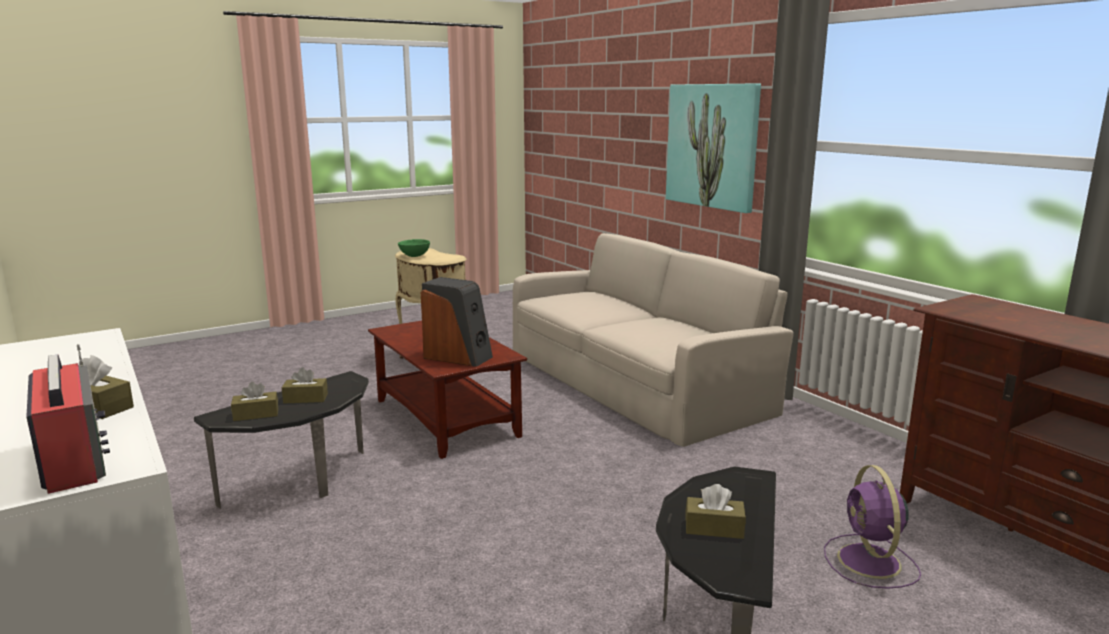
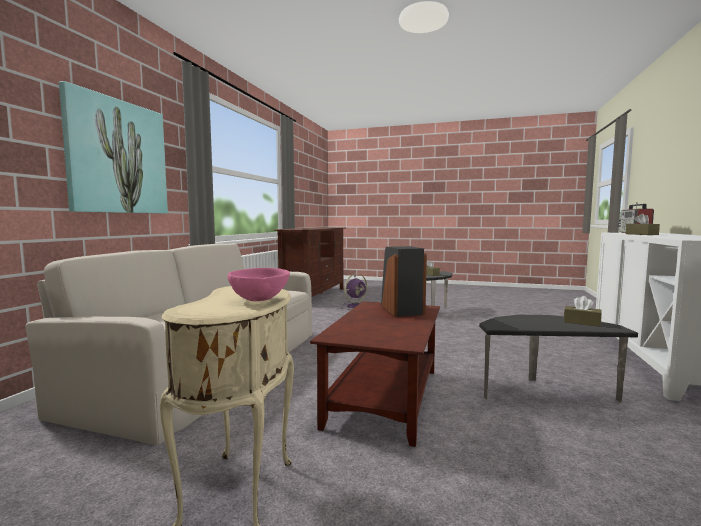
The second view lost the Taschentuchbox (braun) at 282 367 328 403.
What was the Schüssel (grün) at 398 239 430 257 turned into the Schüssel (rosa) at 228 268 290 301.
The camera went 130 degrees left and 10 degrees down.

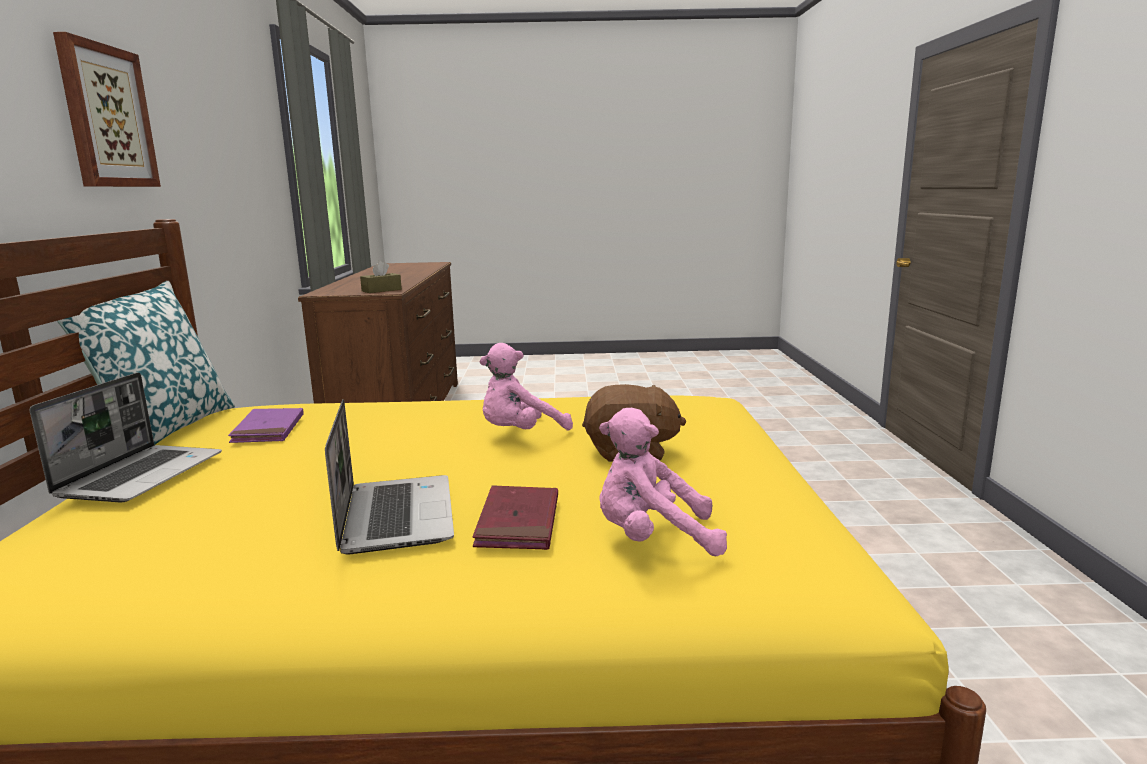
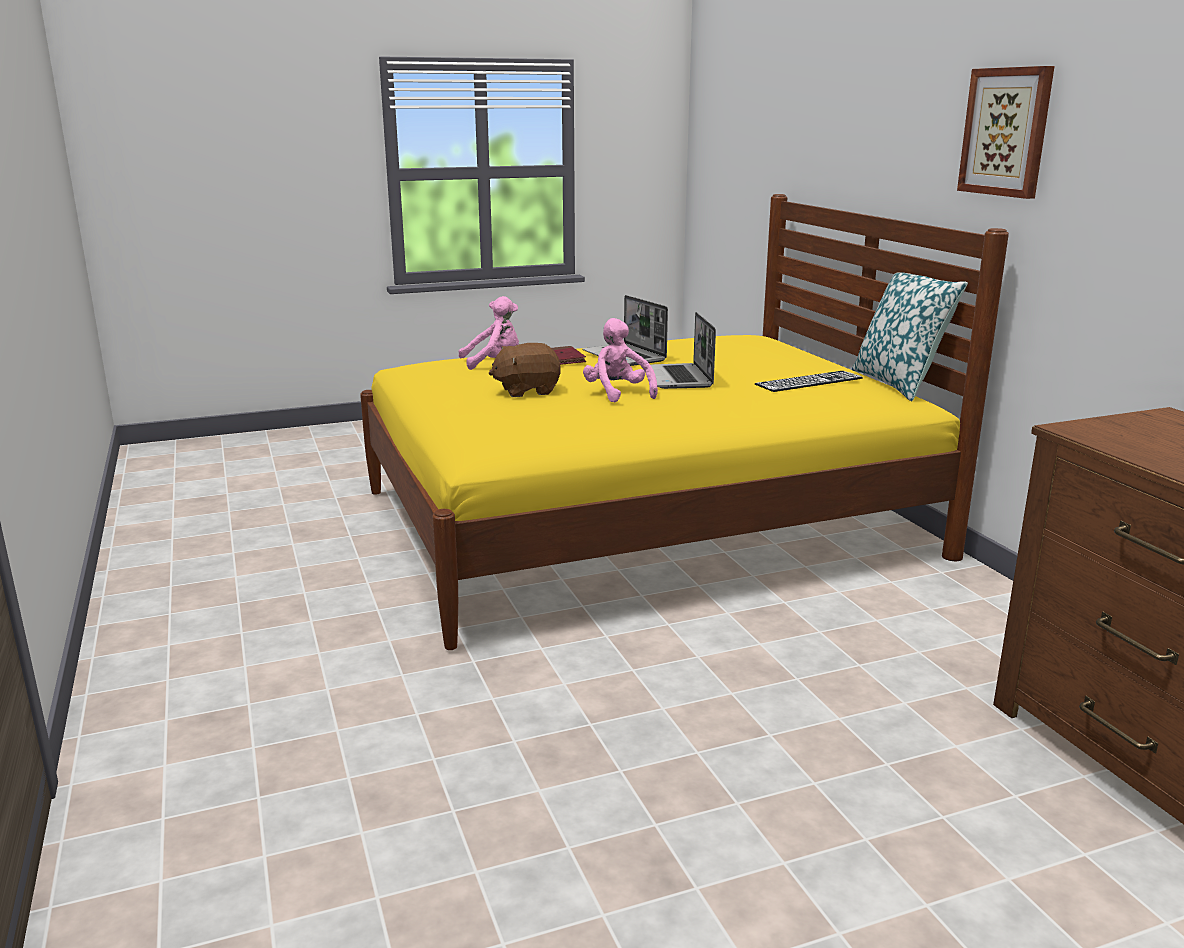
The second view lost the Taschentuchbox (braun) at 360 261 402 293.
The Laptop ended up elsewhere, having gone from 30 372 222 503 to 641 312 716 389.
Where the Buch (lila) stood at 228 408 304 443, the Tastatur came to stand at 755 371 863 392.
The Plüschtier (rosa) at 480 343 573 431 ended up facing another way, 60 degrees counterclockwise from before.
The camera went 160 degrees right and 5 degrees up.

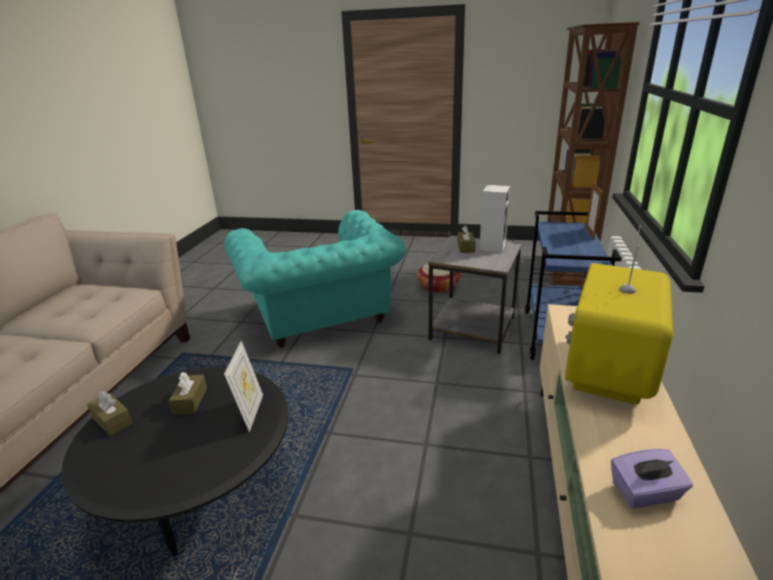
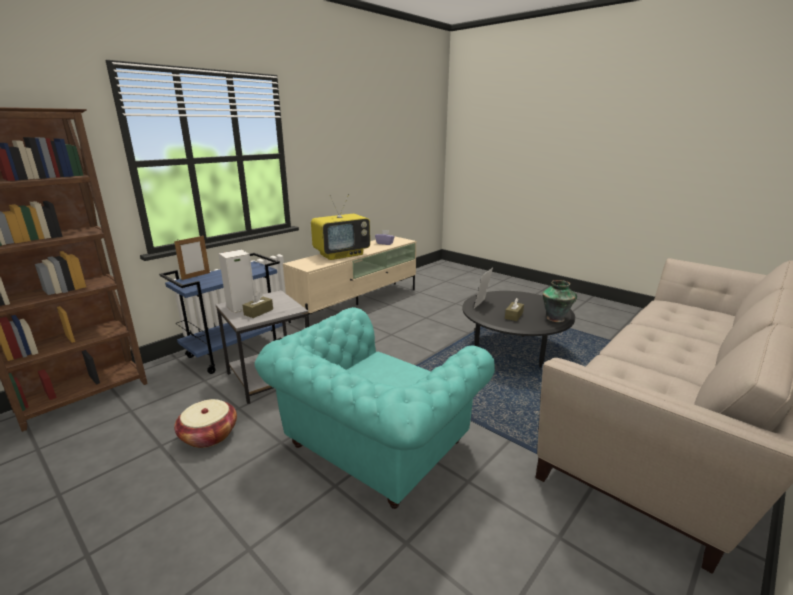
Where the Taschentuchbox (braun) stood at 87 391 133 436, the Vase came to stand at 543 280 577 322.
The Sessel (türkis) at 224 210 406 347 ended up facing another way, 150 degrees counterclockwise from before.
The camera went 150 degrees left and 5 degrees down.

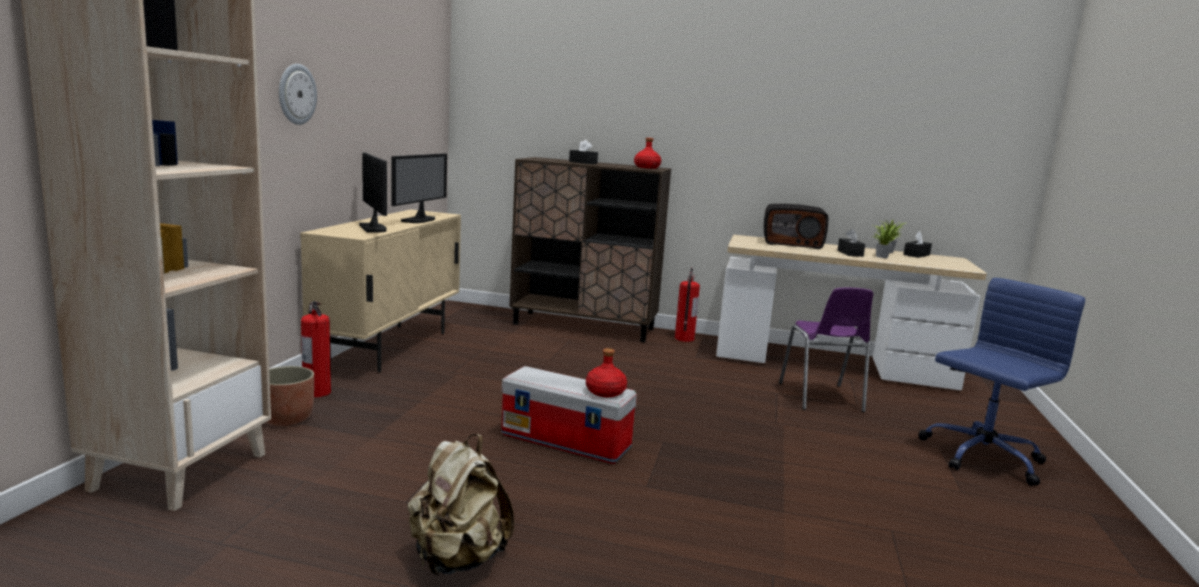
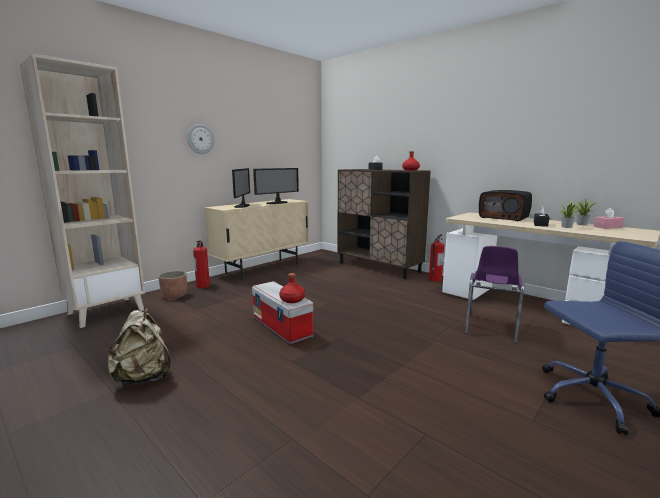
What was the Taschentuchbox (schwarz) at 903 231 932 258 turned into the Taschentuchbox (rosa) at 594 208 624 229.
The camera went 30 degrees right and 0 degrees up.

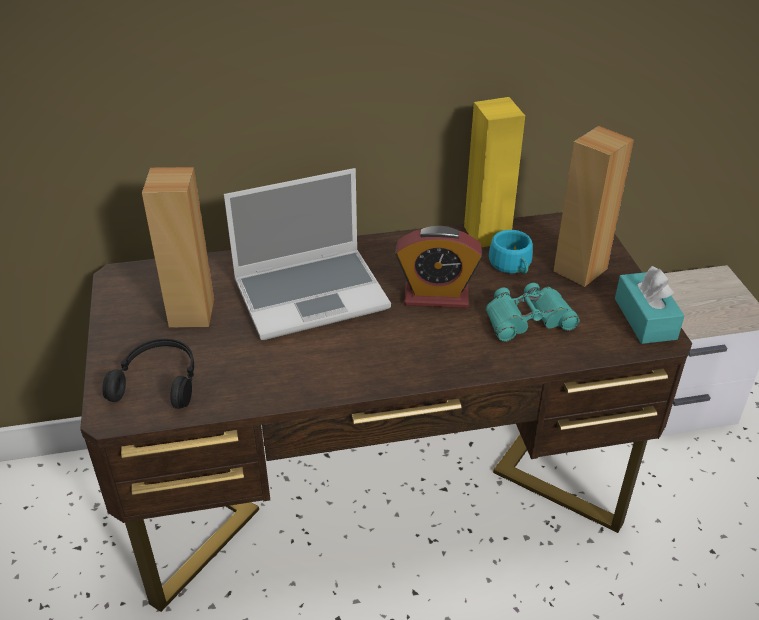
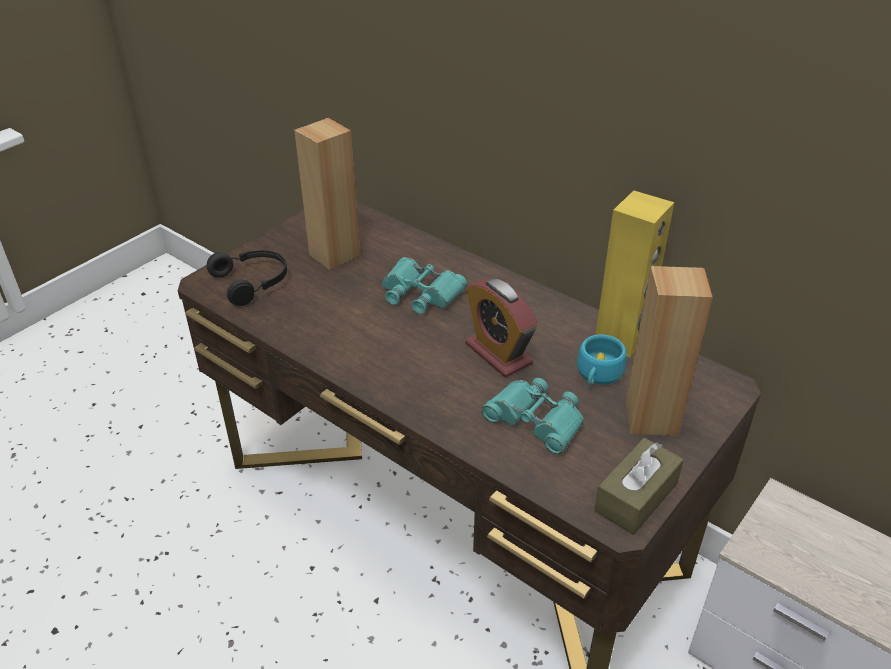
Where the Laptop stood at 224 168 391 340, the Fernglas (türkis) came to stand at 382 257 467 314.
What was the Taschentuchbox (türkis) at 615 266 685 344 turned into the Taschentuchbox (braun) at 594 438 684 535.
The camera went 50 degrees right and 0 degrees up.

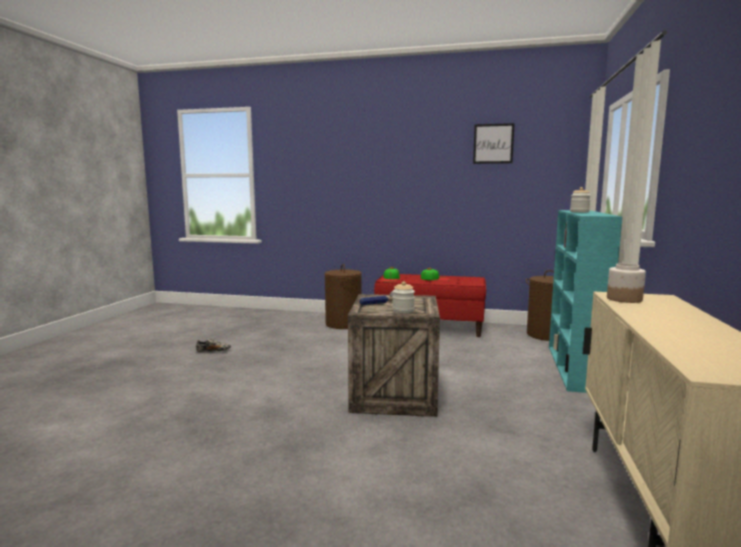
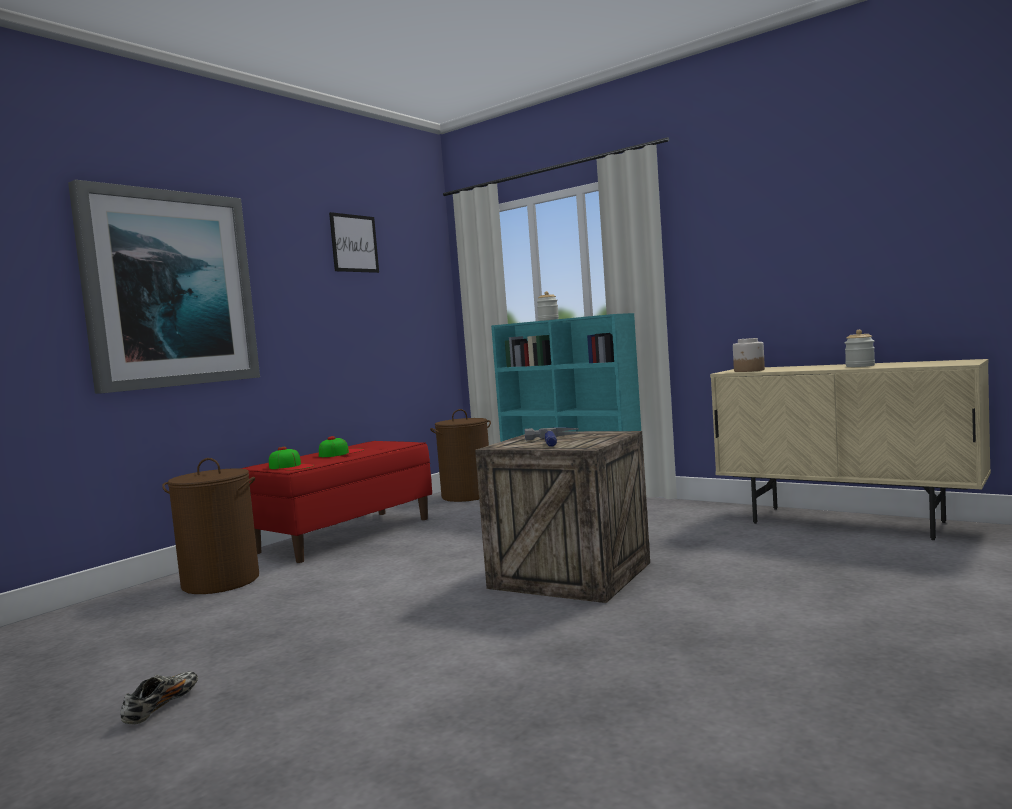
The second view gained the Bild at 68 180 260 394.
The Vorratsglas ended up elsewhere, having gone from 392 281 415 313 to 845 330 875 367.
The camera went 65 degrees left and 5 degrees down.

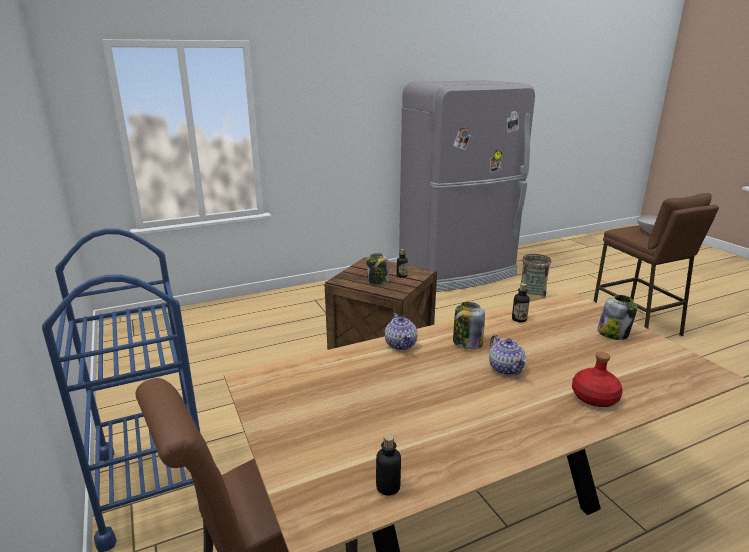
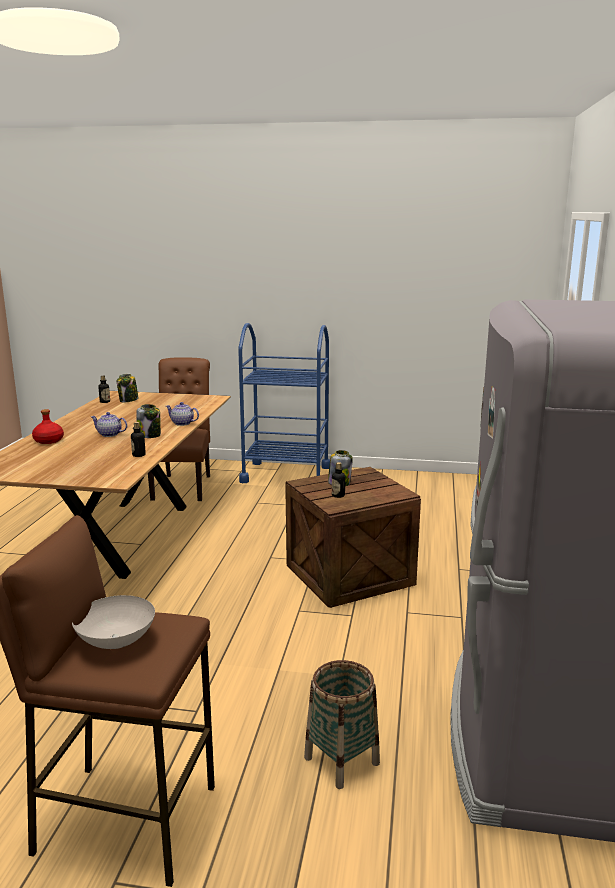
The Vorratsglas ended up elsewhere, having gone from 597 295 638 340 to 117 374 139 403.
The camera went 125 degrees right and 5 degrees down.

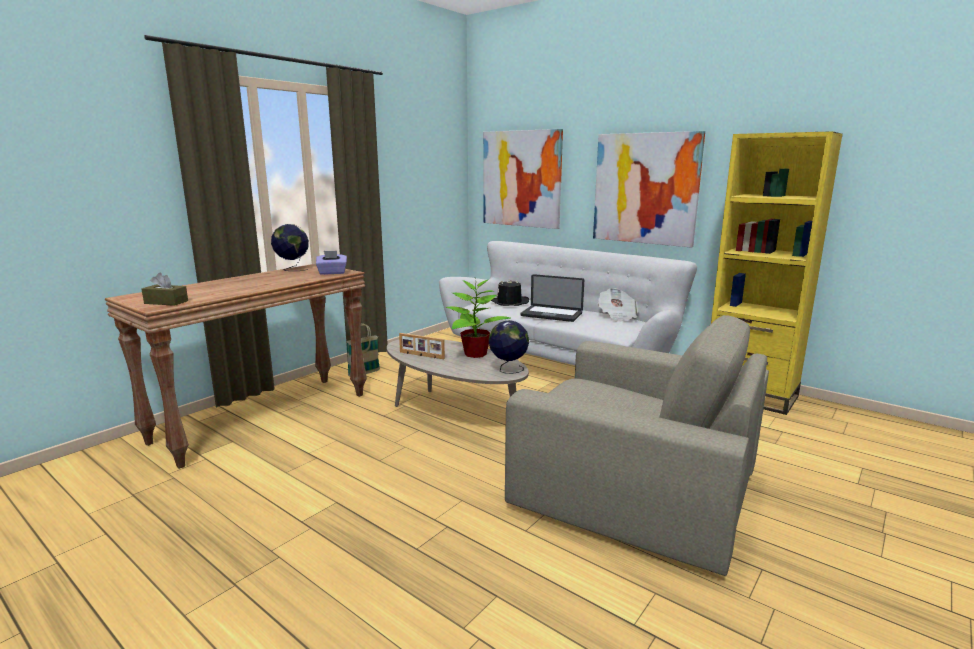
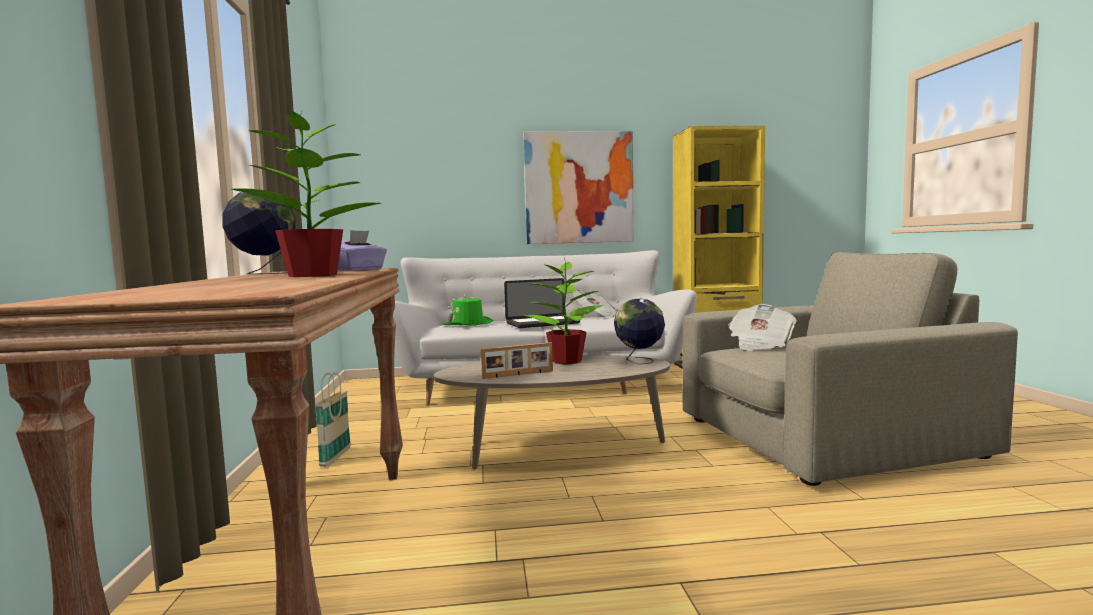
The second view lost the Taschentuchbox (braun) at 142 273 188 306.
The second view lost the Bild at 483 129 563 229.
The second view gained the Topfpflanze at 232 111 381 277.
The second view gained the Zeitung at 728 304 797 351.
What was the Hut (schwarz) at 491 279 529 306 turned into the Hut (grün) at 442 295 494 326.
The camera went 45 degrees left and 10 degrees down.

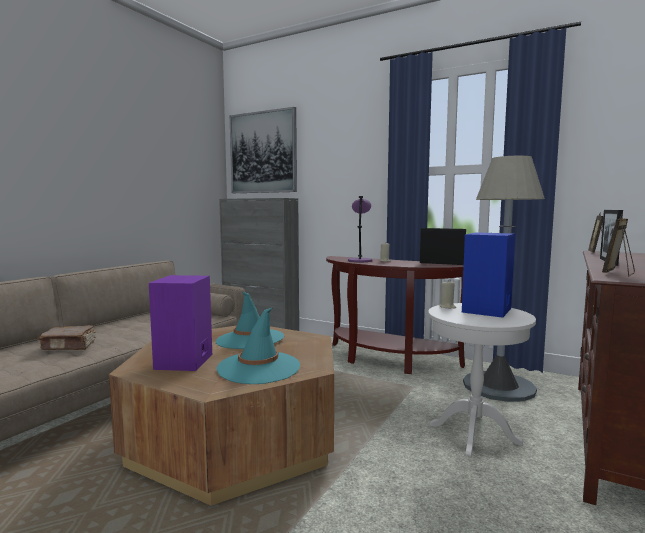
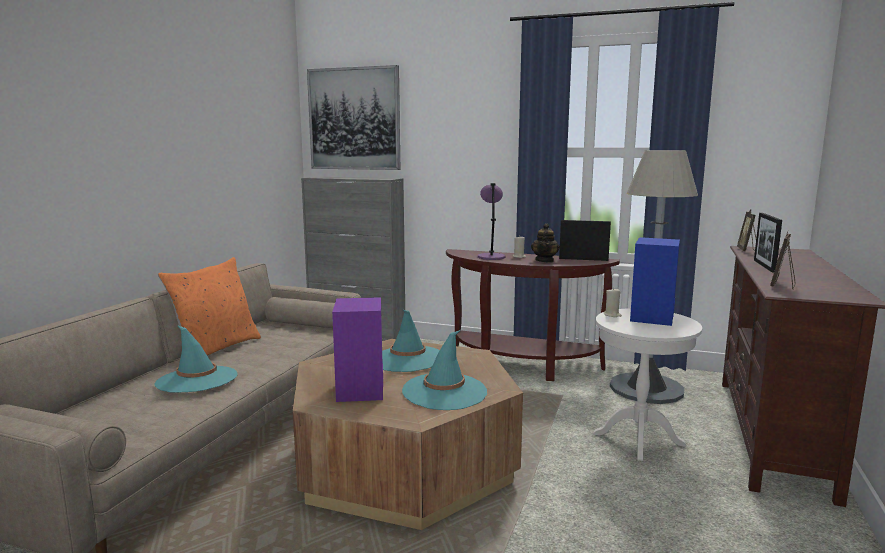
The second view gained the Kissen (orange) at 158 257 261 355.
The second view gained the Teekanne at 531 223 560 262.
Where the Buch (braun) stood at 38 325 96 350, the Hut (türkis) came to stand at 155 325 238 393.
The camera went 10 degrees left and 5 degrees up.

